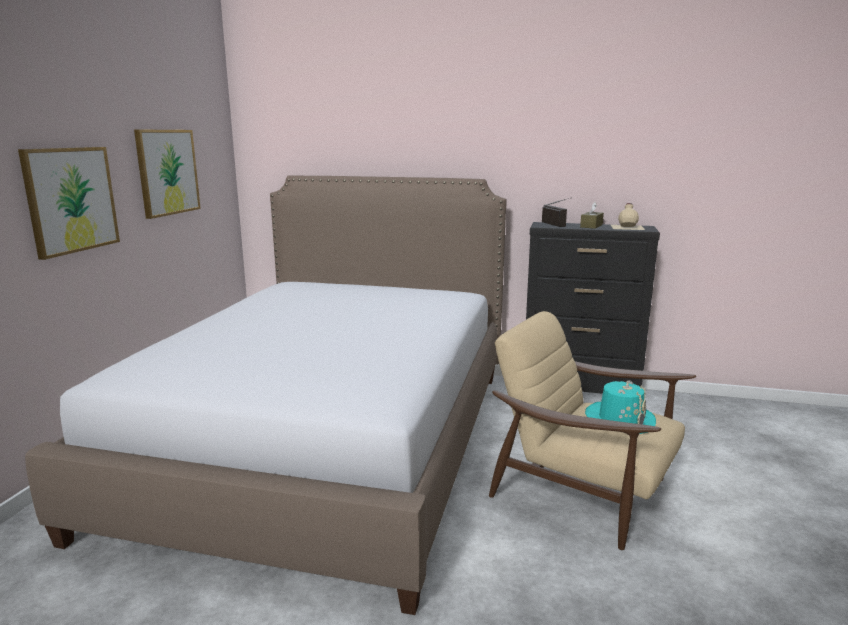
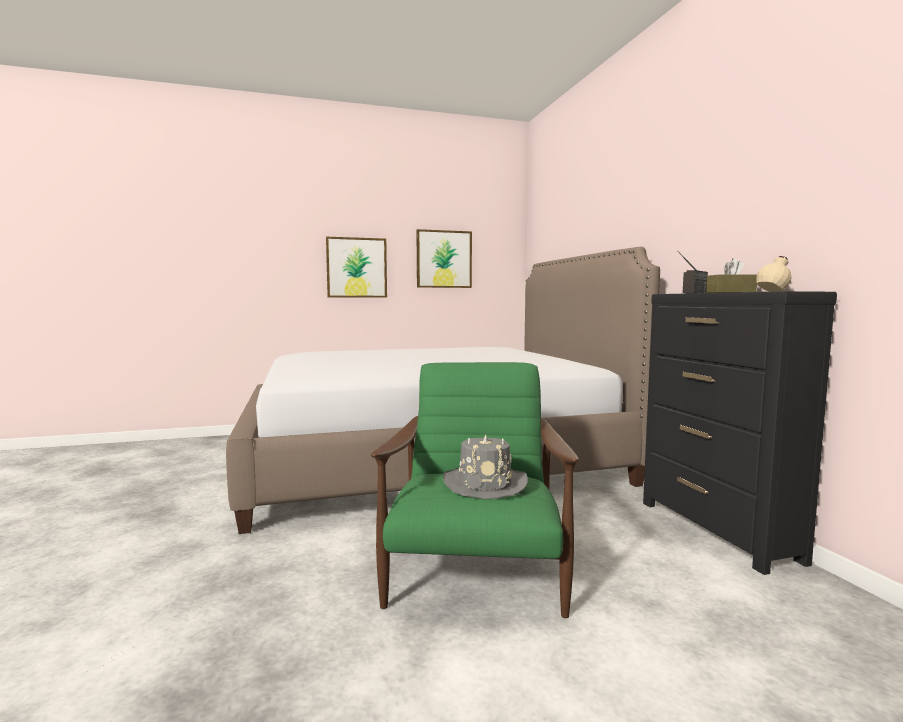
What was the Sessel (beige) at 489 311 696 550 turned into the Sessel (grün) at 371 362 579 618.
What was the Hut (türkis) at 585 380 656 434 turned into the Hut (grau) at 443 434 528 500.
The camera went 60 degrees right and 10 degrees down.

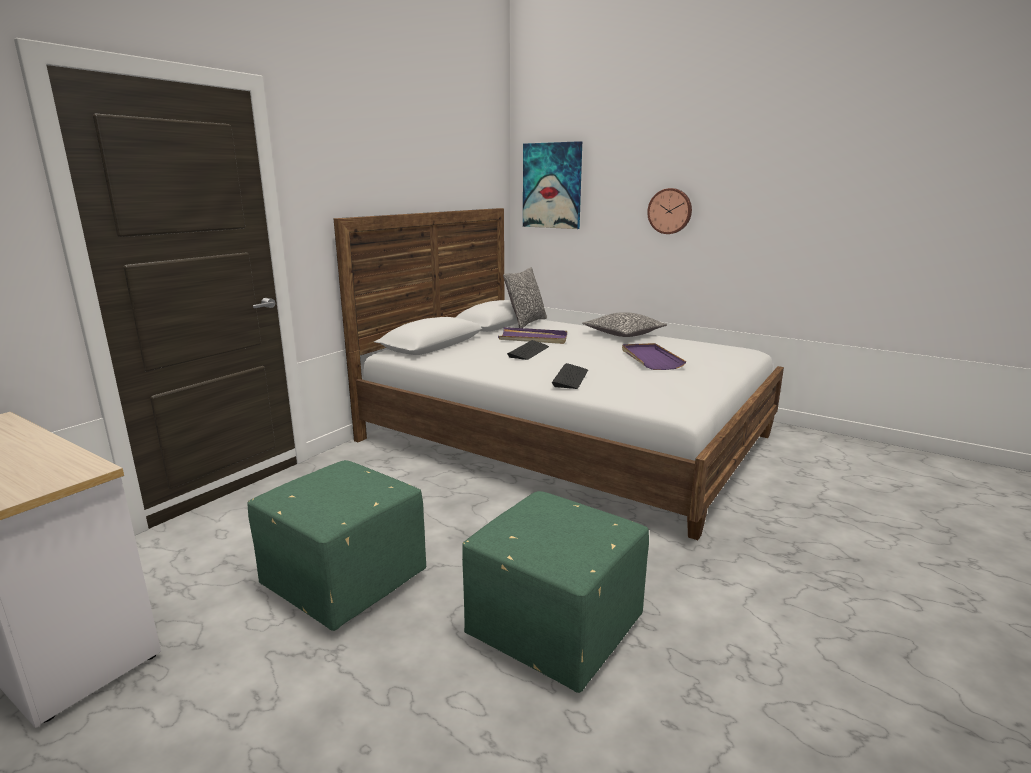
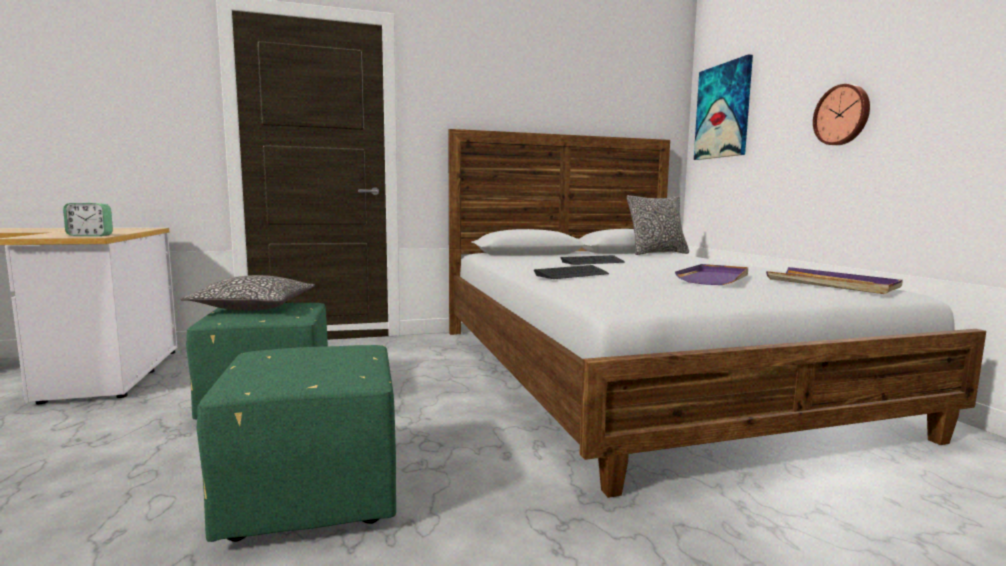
The second view gained the Wecker at 63 203 113 236.
The Tablett (lila) ended up elsewhere, having gone from 498 327 567 344 to 766 267 903 294.
The Kissen ended up elsewhere, having gone from 582 312 667 337 to 180 275 315 310.
The camera went 40 degrees right and 10 degrees down.

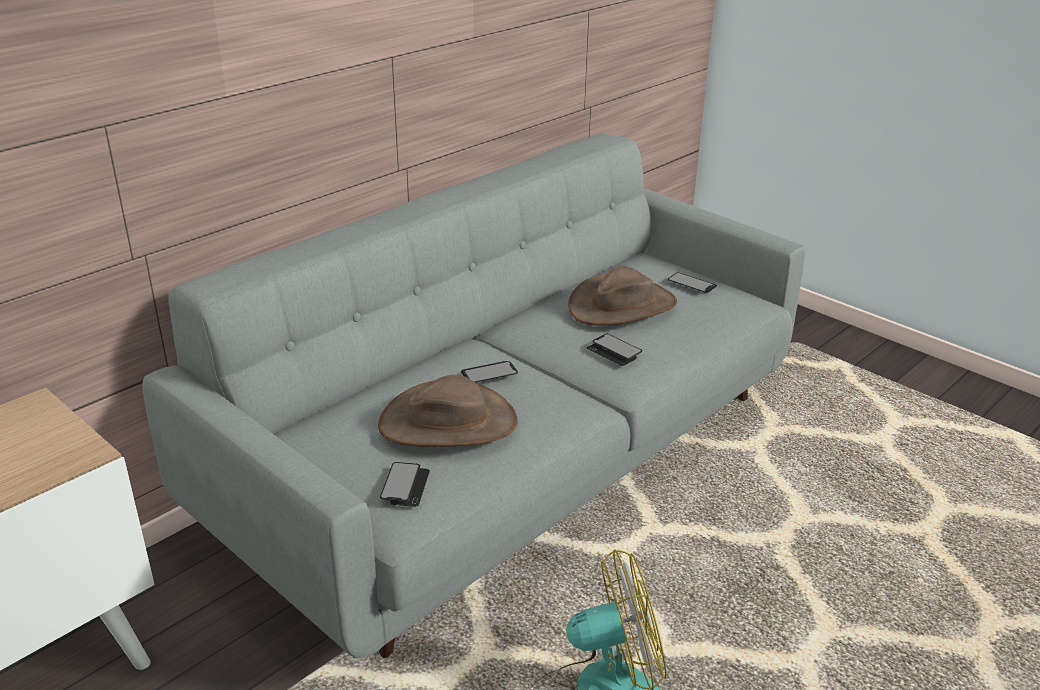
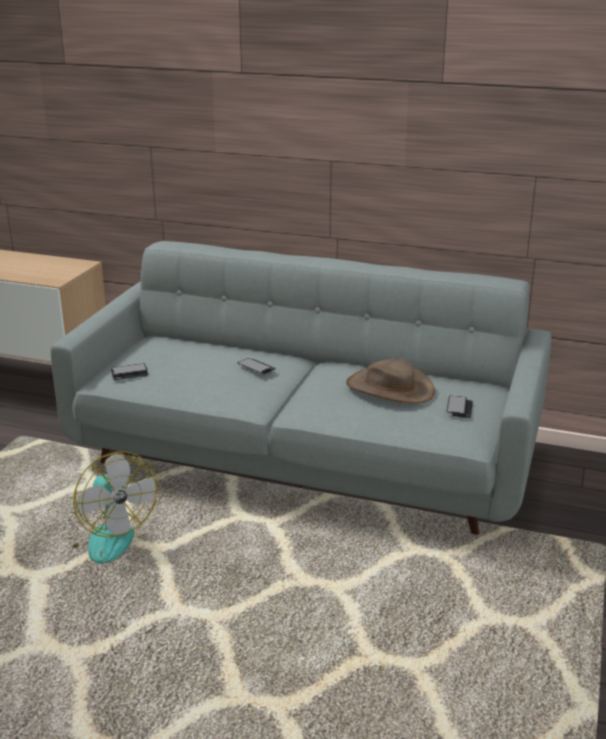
The second view lost the Hut (braun) at 378 374 518 447.
The second view lost the Handy at 587 334 642 366.
The camera went 65 degrees right and 5 degrees down.

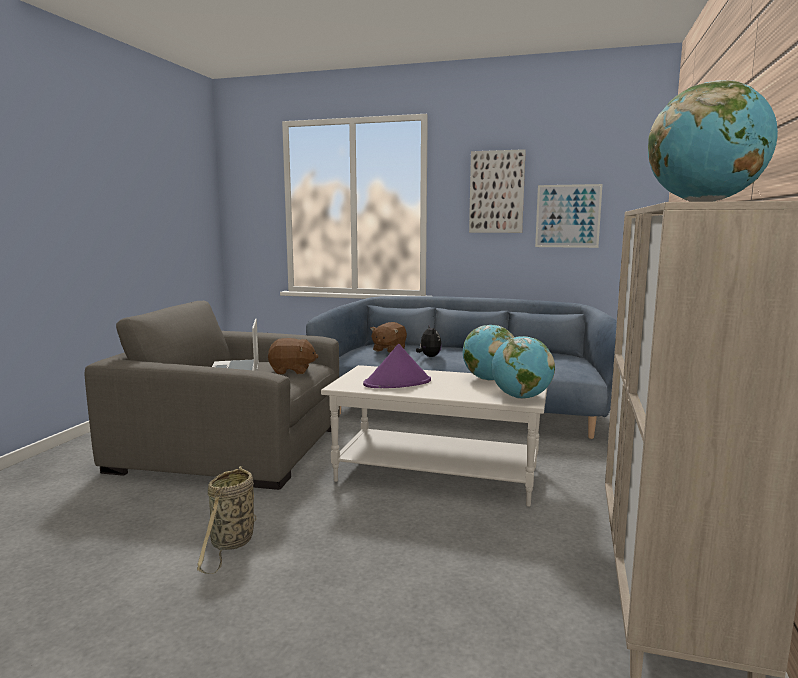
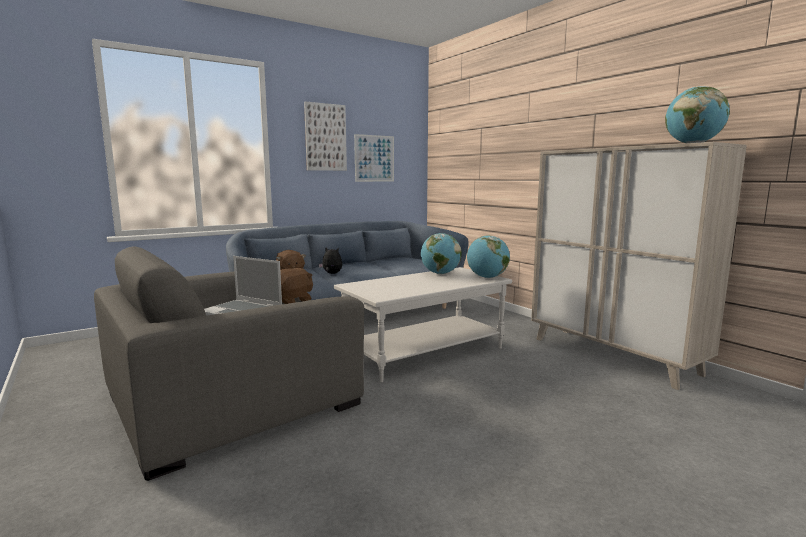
The second view lost the Korb at 197 466 257 574.
The second view lost the Hut (lila) at 363 344 431 388.
The camera went 50 degrees left and 0 degrees up.

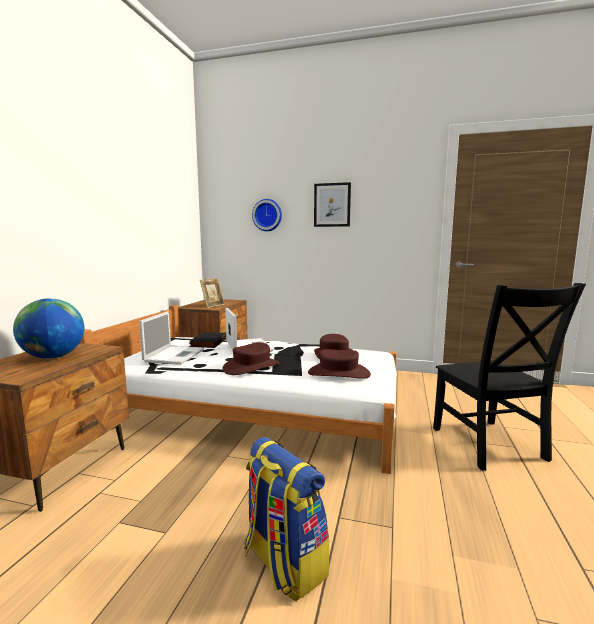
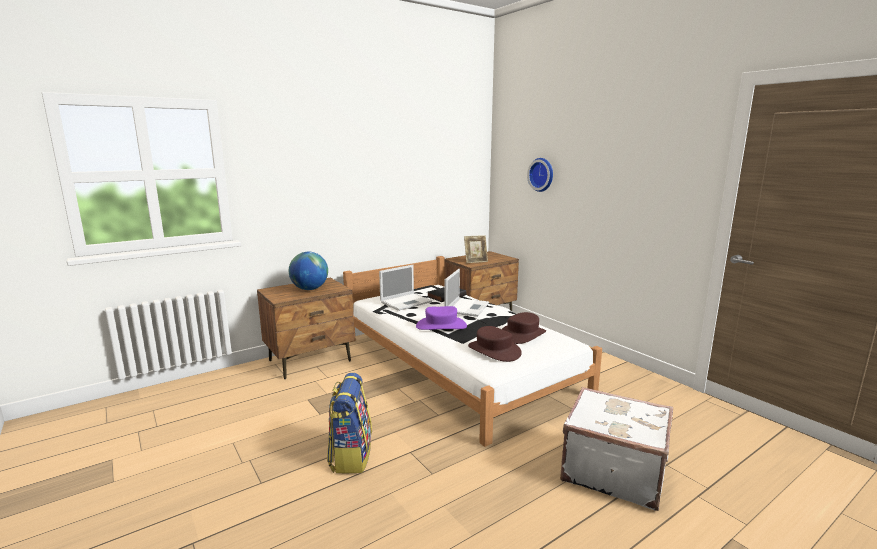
The second view lost the Bild at 314 182 351 227.
Where the Stuhl (schwarz) stood at 433 283 586 471, the Koffer (weiß) came to stand at 560 387 673 511.
What was the Hut (braun) at 222 342 280 375 turned into the Hut (lila) at 416 306 467 330.
The camera went 40 degrees right and 5 degrees up.

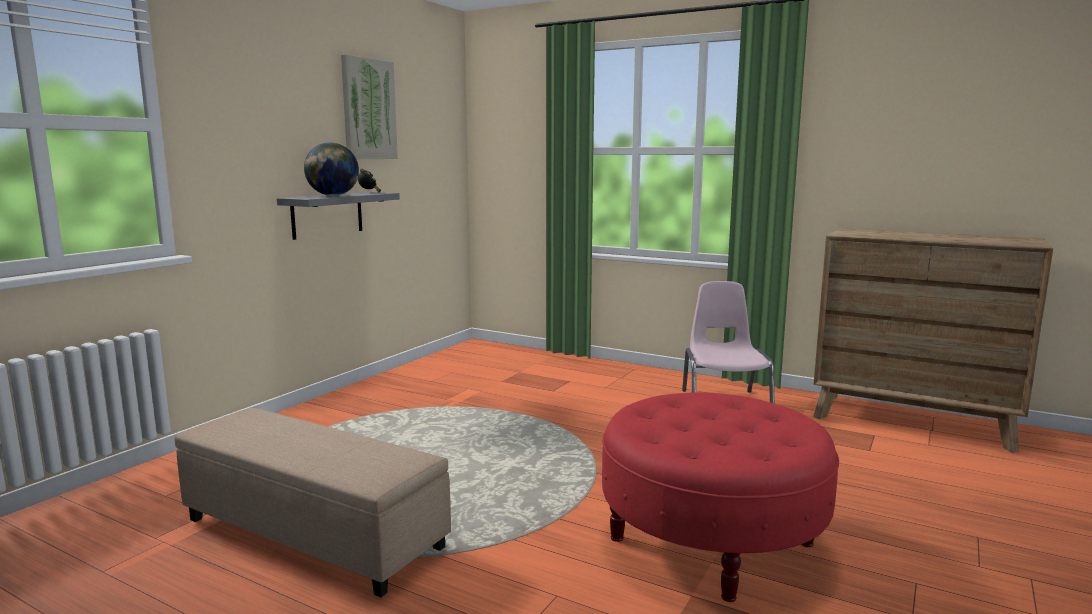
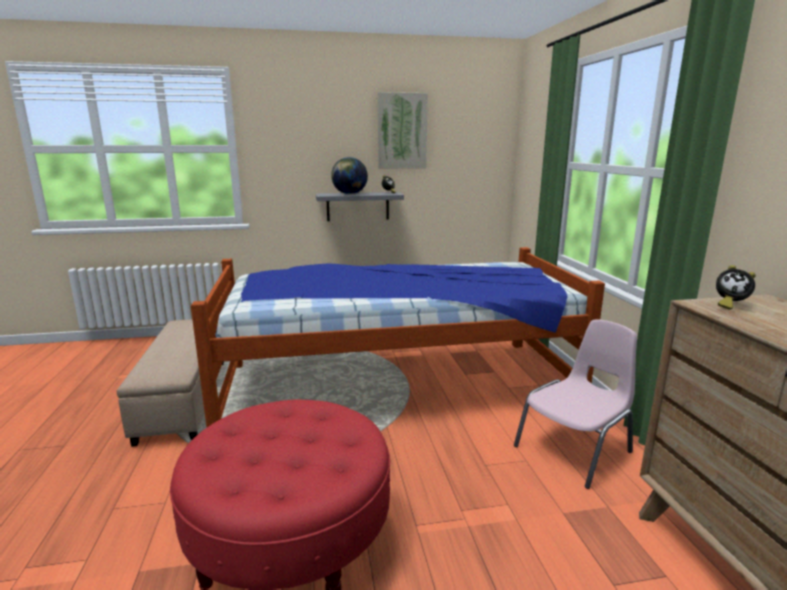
The second view gained the Bett at 191 247 605 428.
The second view gained the Wecker at 716 265 756 310.
The camera went 50 degrees right and 5 degrees up.

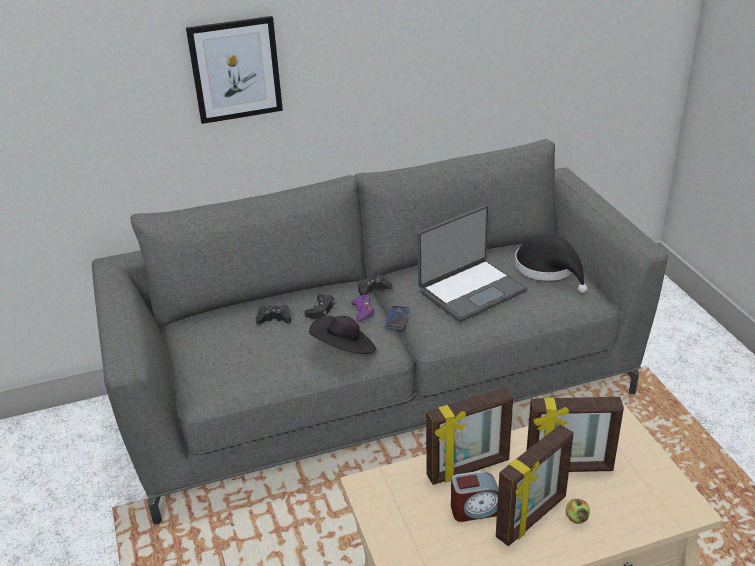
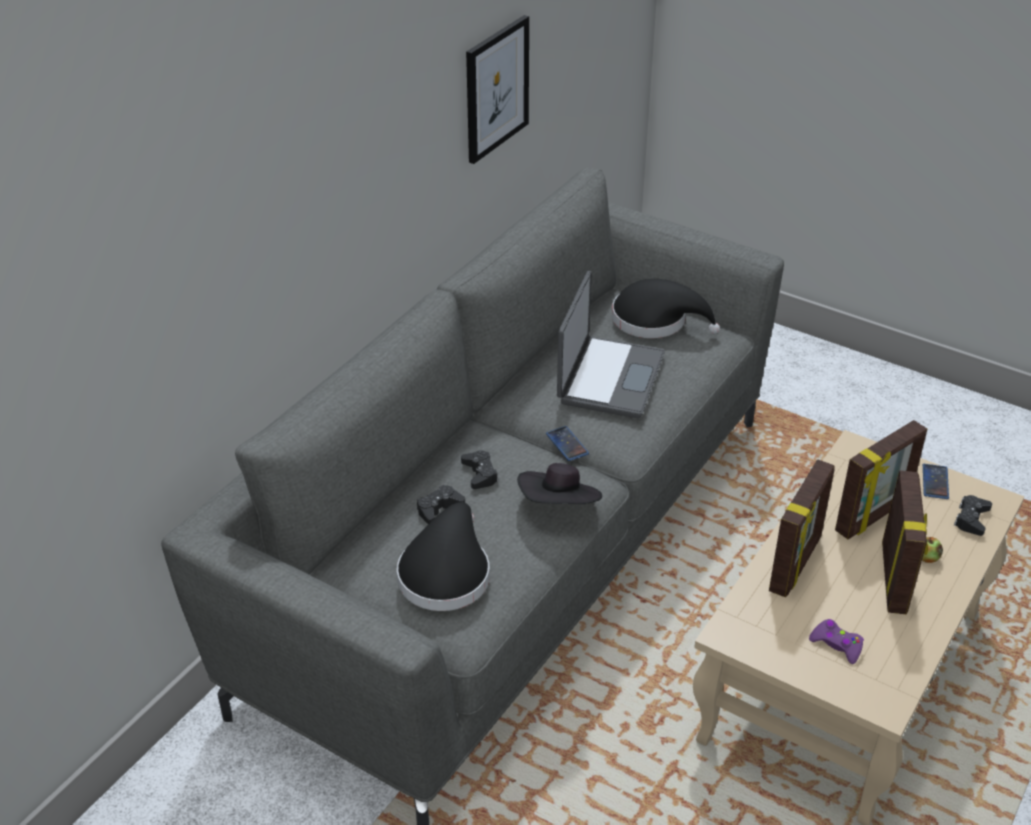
The second view lost the Wecker at 451 471 498 522.
The second view gained the Hut (schwarz) at 397 502 490 611.
The second view gained the Handy at 923 464 949 499.
The Bild ended up elsewhere, having gone from 186 16 283 124 to 466 15 529 164.
The Gamepad (lila) ended up elsewhere, having gone from 351 295 374 322 to 809 619 864 664.
The Gamepad (schwarz) ended up elsewhere, having gone from 358 274 392 296 to 954 495 992 536.
The camera went 40 degrees left and 5 degrees up.

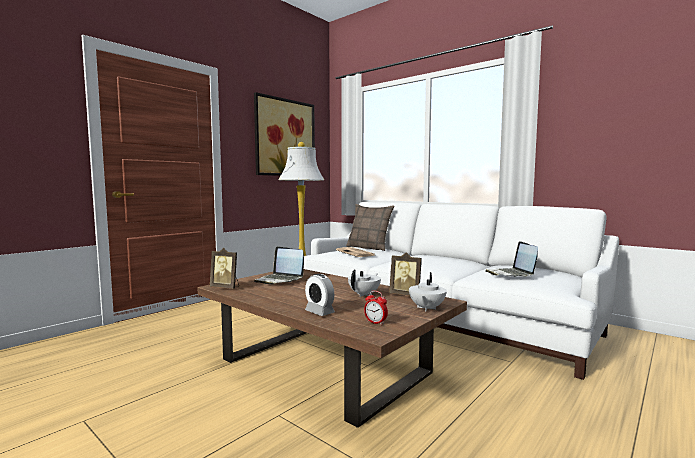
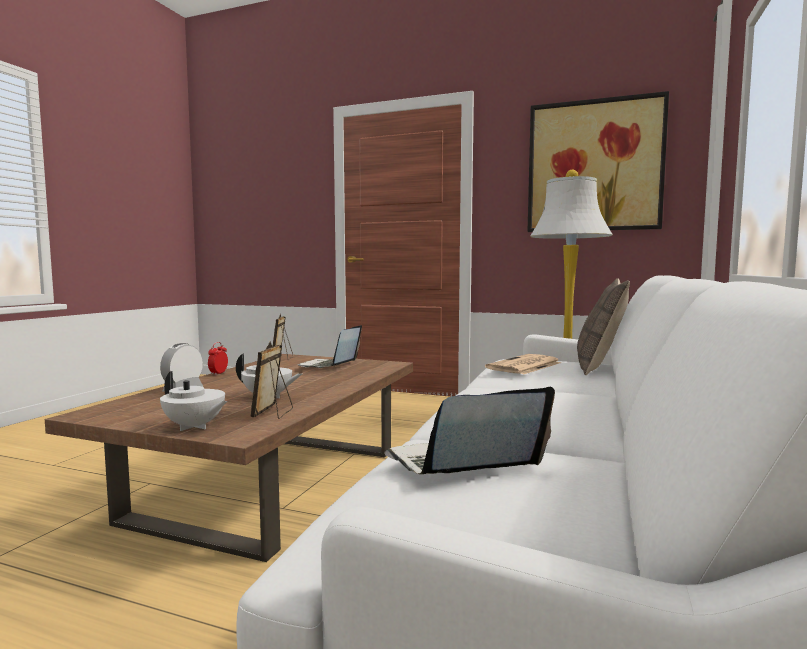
The Wecker ended up elsewhere, having gone from 364 291 388 325 to 208 342 228 375.
The Teekanne (weiß) at 409 272 447 311 ended up facing another way, 150 degrees counterclockwise from before.
The camera went 70 degrees right and 0 degrees up.

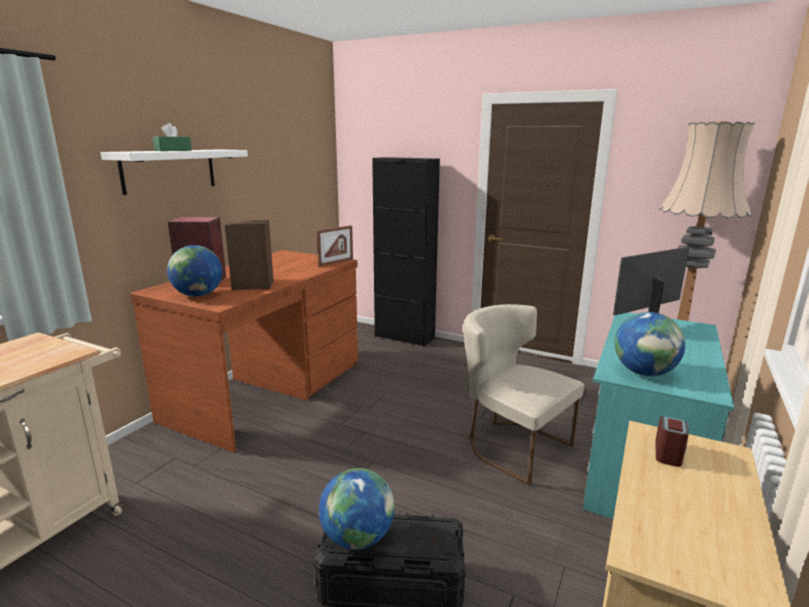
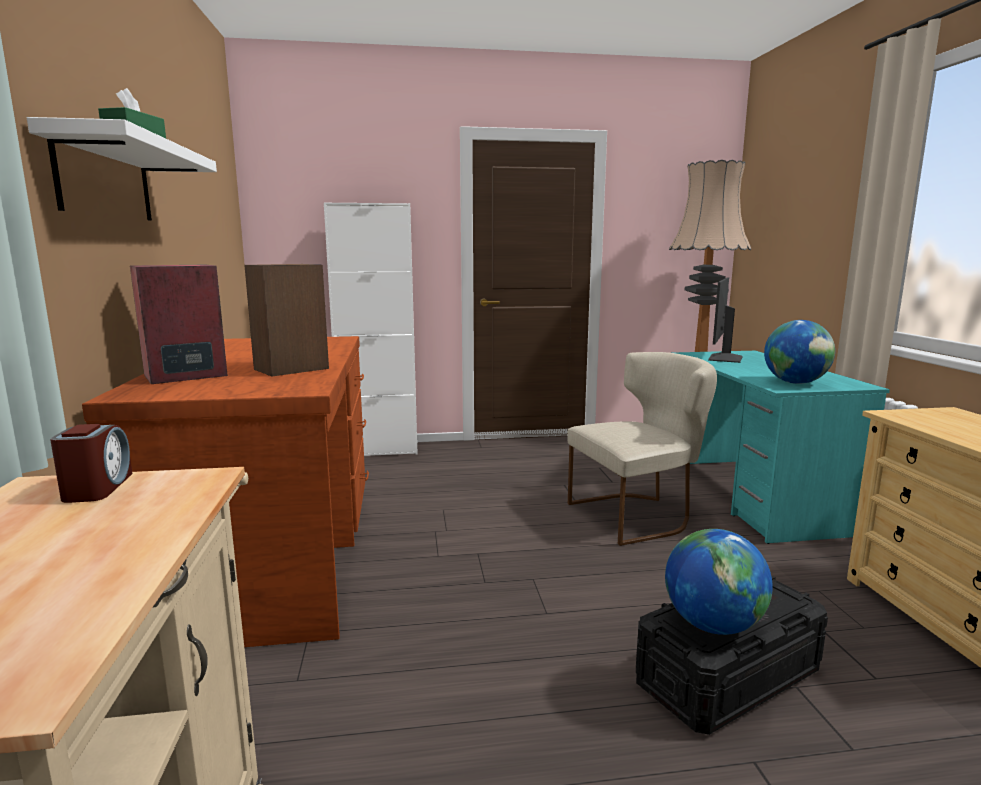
The second view lost the Globus at 167 245 222 297.
The second view lost the Bilderrahmen at 317 226 353 267.
The Wecker ended up elsewhere, having gone from 656 416 689 467 to 50 424 132 503.
What was the Schrank (schwarz) at 372 157 440 347 turned into the Schrank (weiß) at 324 202 418 456.
The Stuhl (beige) at 463 304 584 485 ended up facing another way, 150 degrees clockwise from before.
The camera went 35 degrees left and 5 degrees down.

